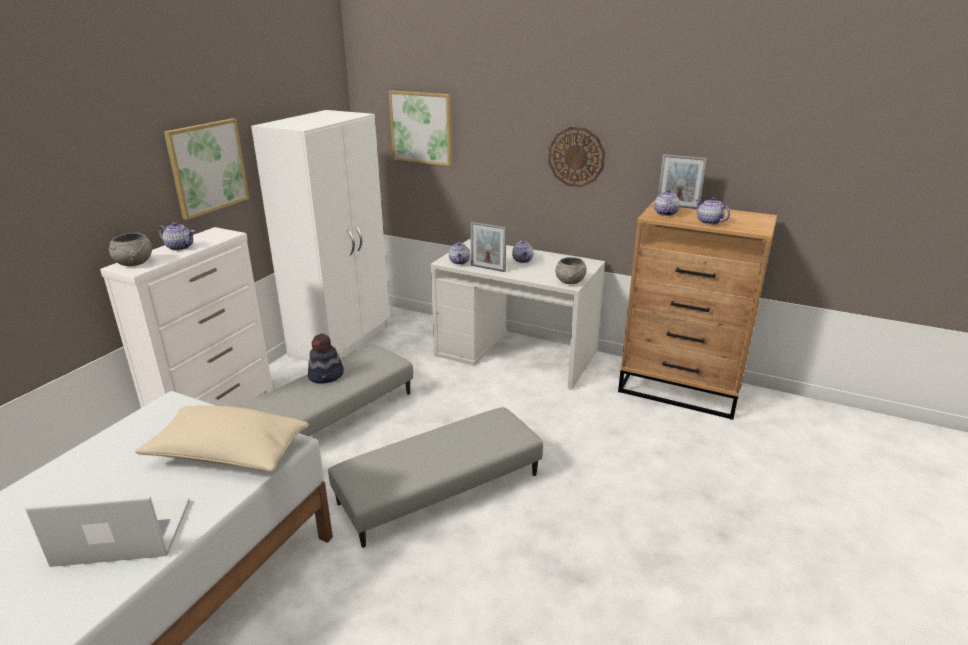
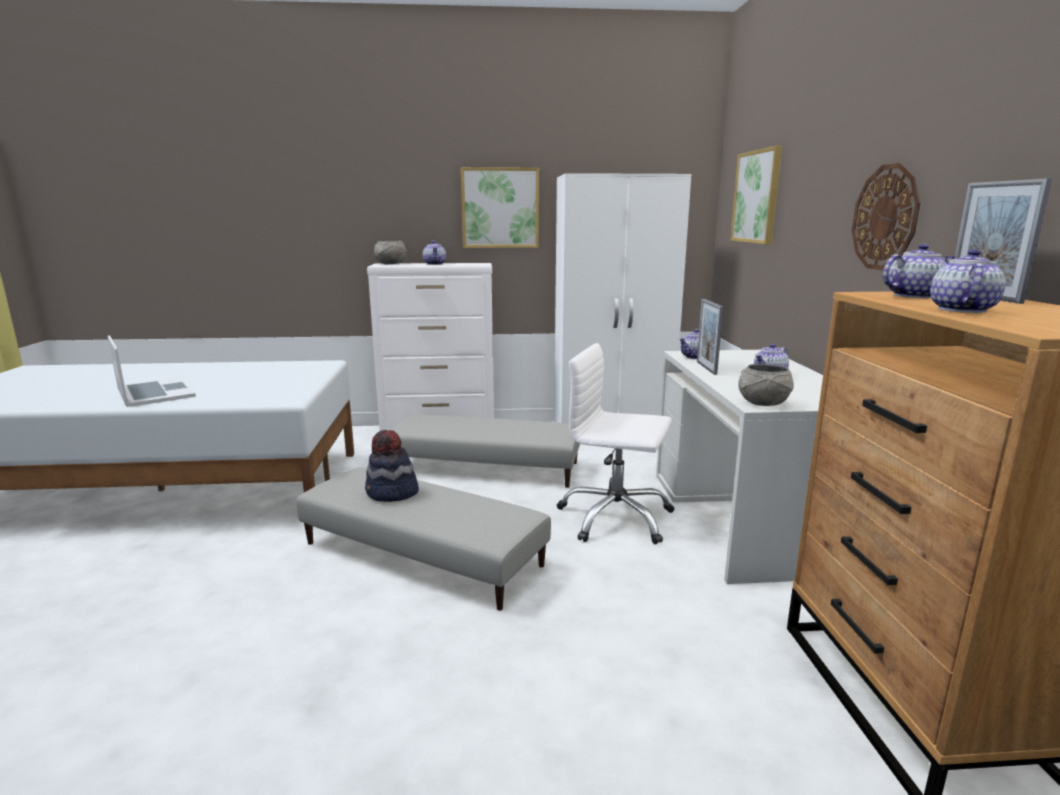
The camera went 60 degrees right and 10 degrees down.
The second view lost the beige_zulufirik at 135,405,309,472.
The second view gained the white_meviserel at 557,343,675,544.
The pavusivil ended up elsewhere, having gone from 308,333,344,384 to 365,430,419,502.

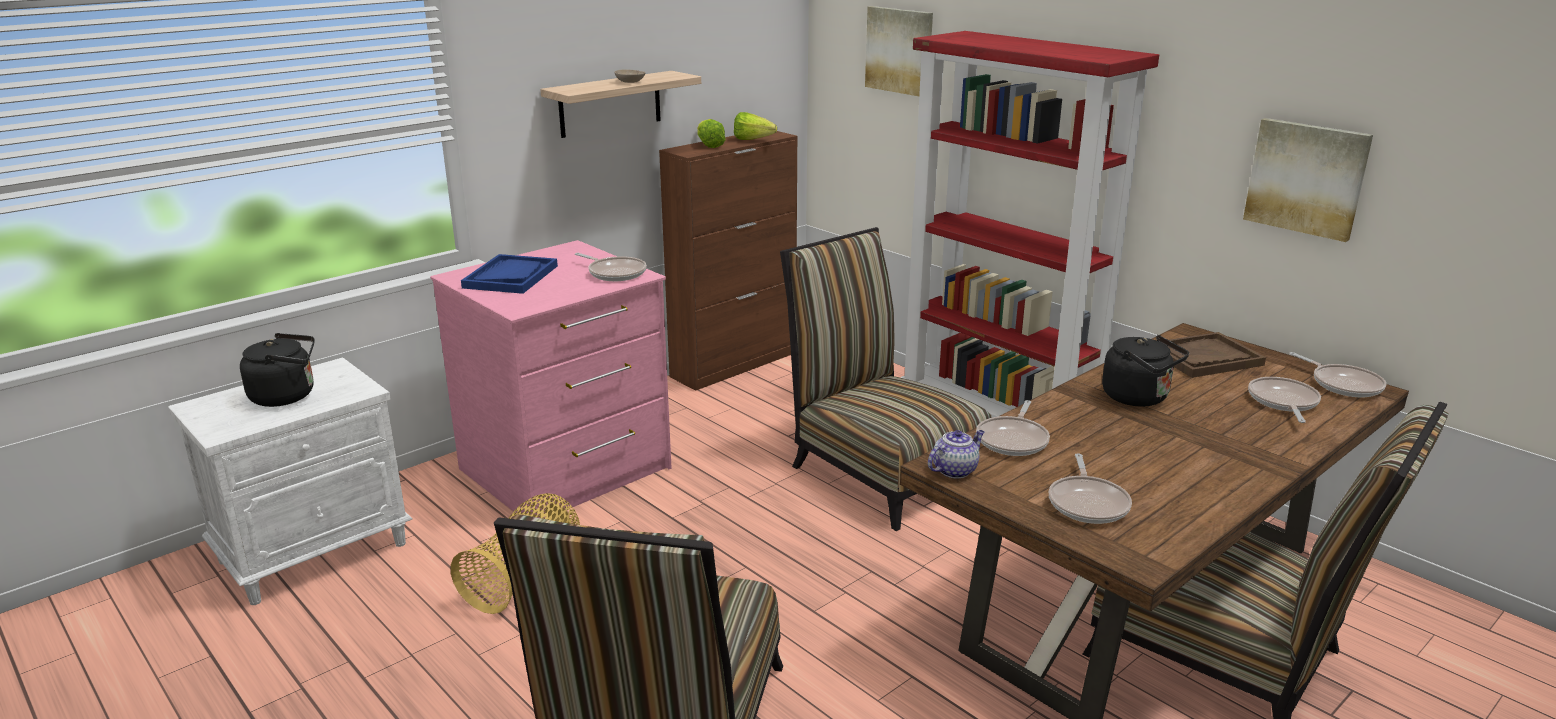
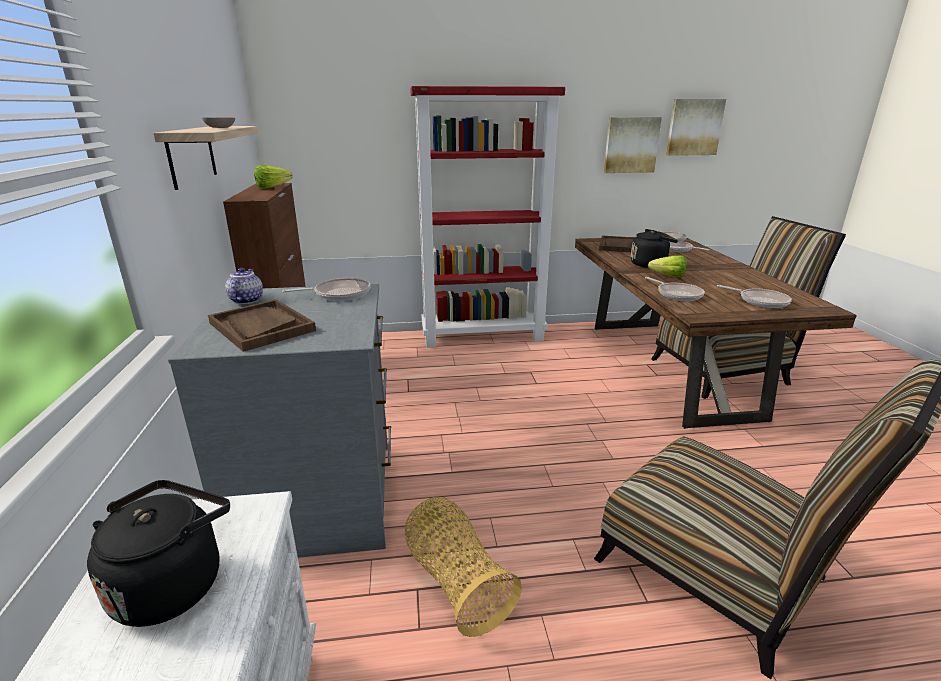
The camera went 55 degrees left and 0 degrees up.
The second view lost the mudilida at 780,227,992,531.
The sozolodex ended up elsewhere, having gone from 697,119,726,148 to 648,255,687,278.
The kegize ended up elsewhere, having gone from 865,6,933,96 to 666,99,726,156.
The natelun ended up elsewhere, having gone from 928,430,984,478 to 225,268,263,304.
What was the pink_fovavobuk at 430,240,671,518 turned into the grey_fovavobuk at 168,284,391,558.
What was the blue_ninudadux at 461,254,558,294 turned into the brown_ninudadux at 208,299,316,352.

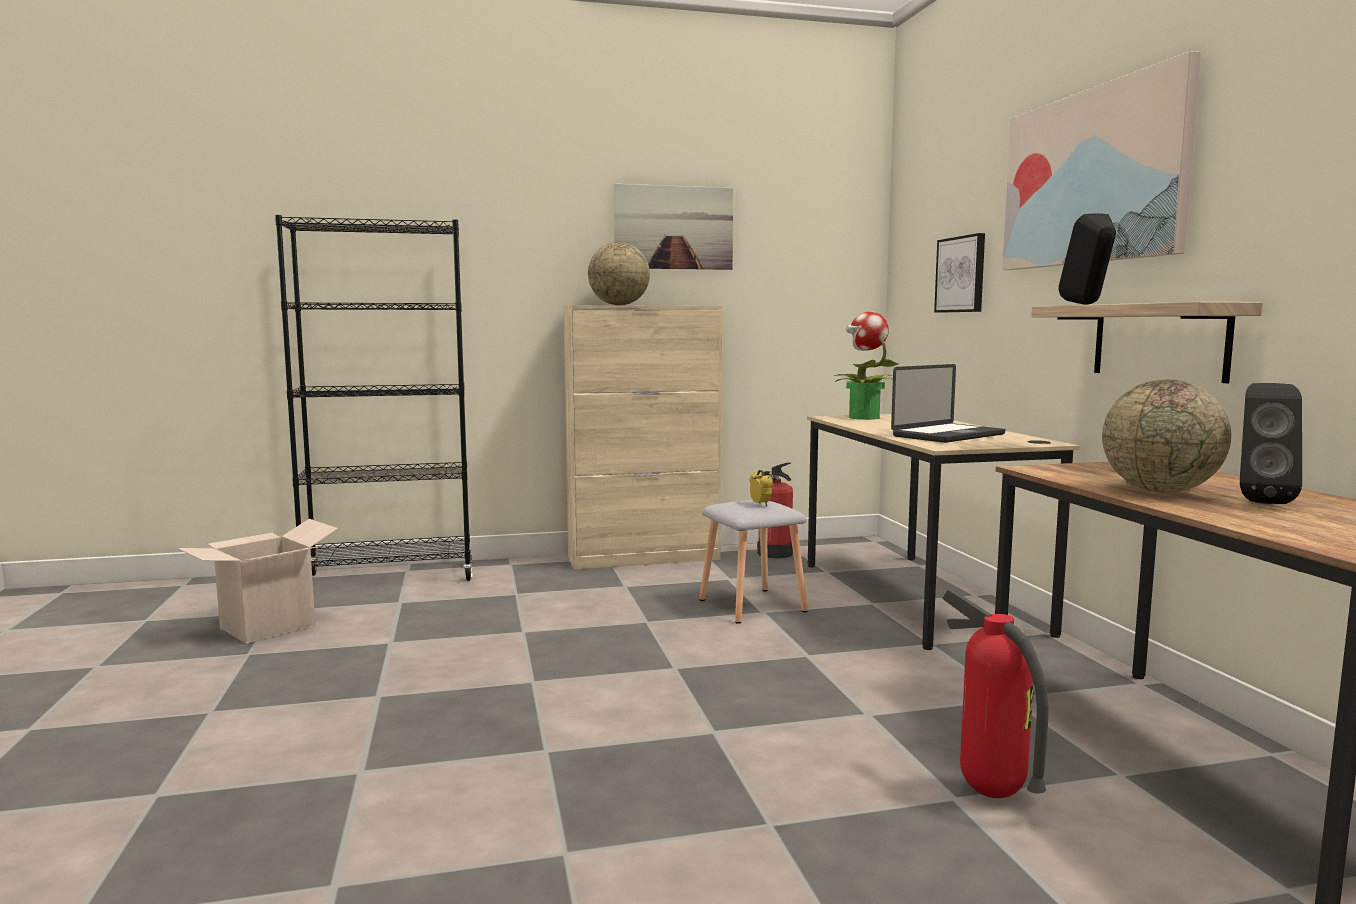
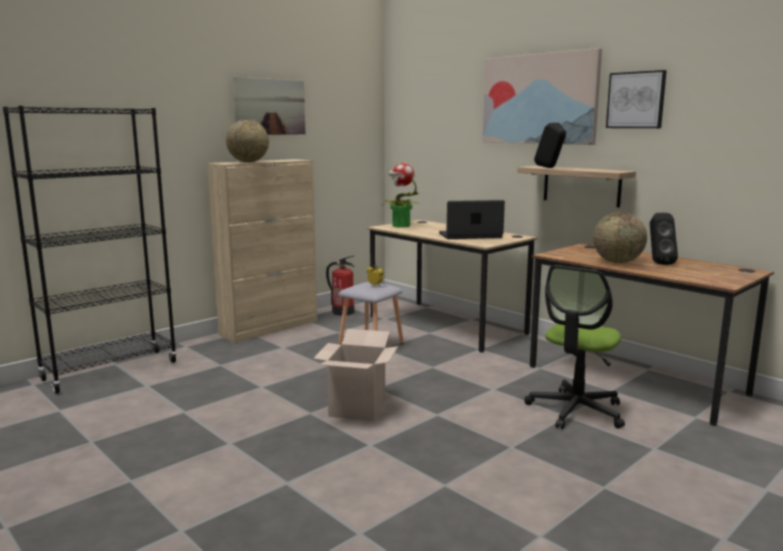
The camera went 30 degrees left and 5 degrees up.
The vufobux ended up elsewhere, having gone from 177,519,338,644 to 313,329,398,421.
The kegize ended up elsewhere, having gone from 934,233,985,313 to 606,70,667,128.
Where the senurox stood at 942,589,1049,798, the meviserel came to stand at 524,265,625,429.
The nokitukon at 891,364,1005,443 ended up facing another way, 120 degrees counterclockwise from before.

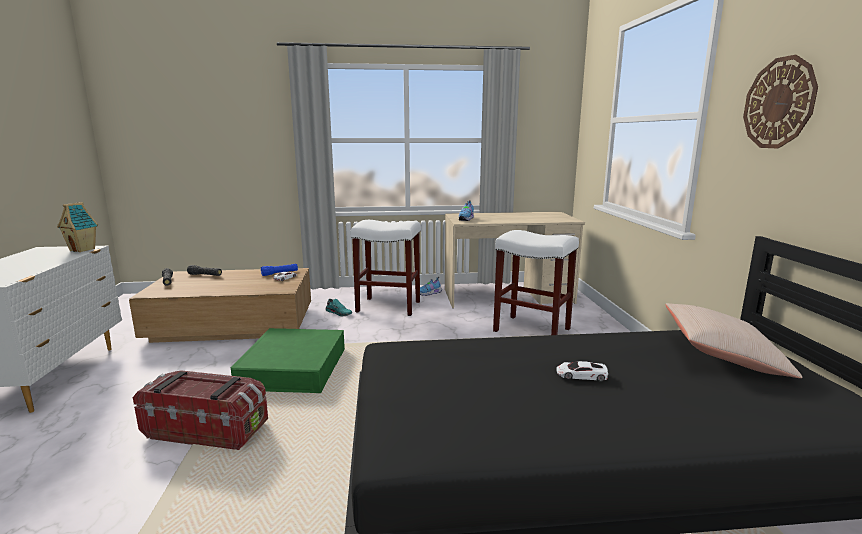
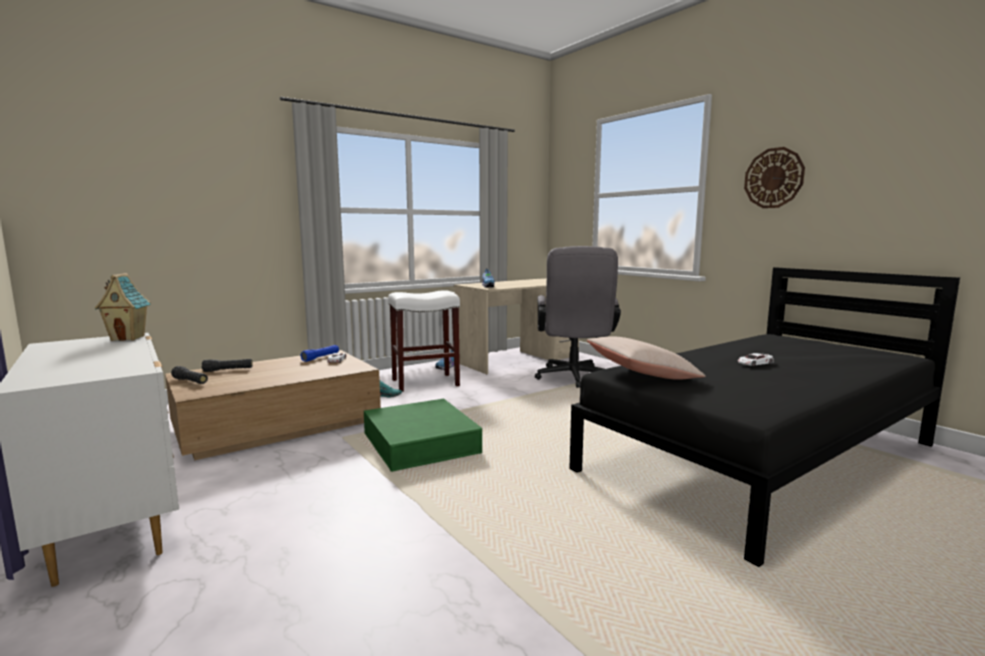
The camera went 30 degrees left and 5 degrees down.
The second view lost the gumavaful at 133,370,268,450.
The beige_zulufirik ended up elsewhere, having gone from 665,303,802,378 to 587,336,705,380.
Where the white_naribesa stood at 493,230,579,335, the grey_meviserel came to stand at 535,246,621,388.

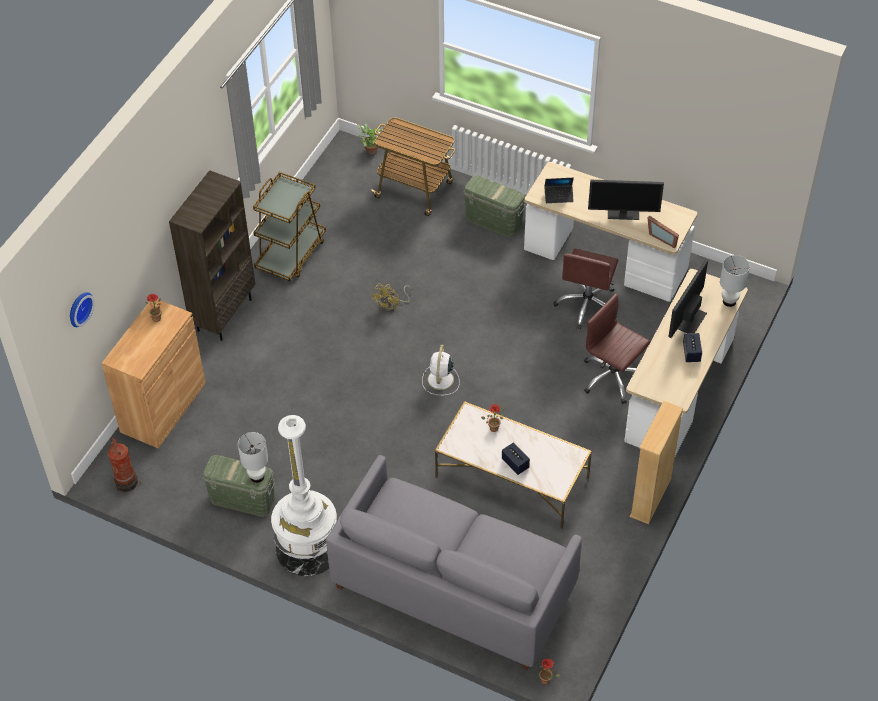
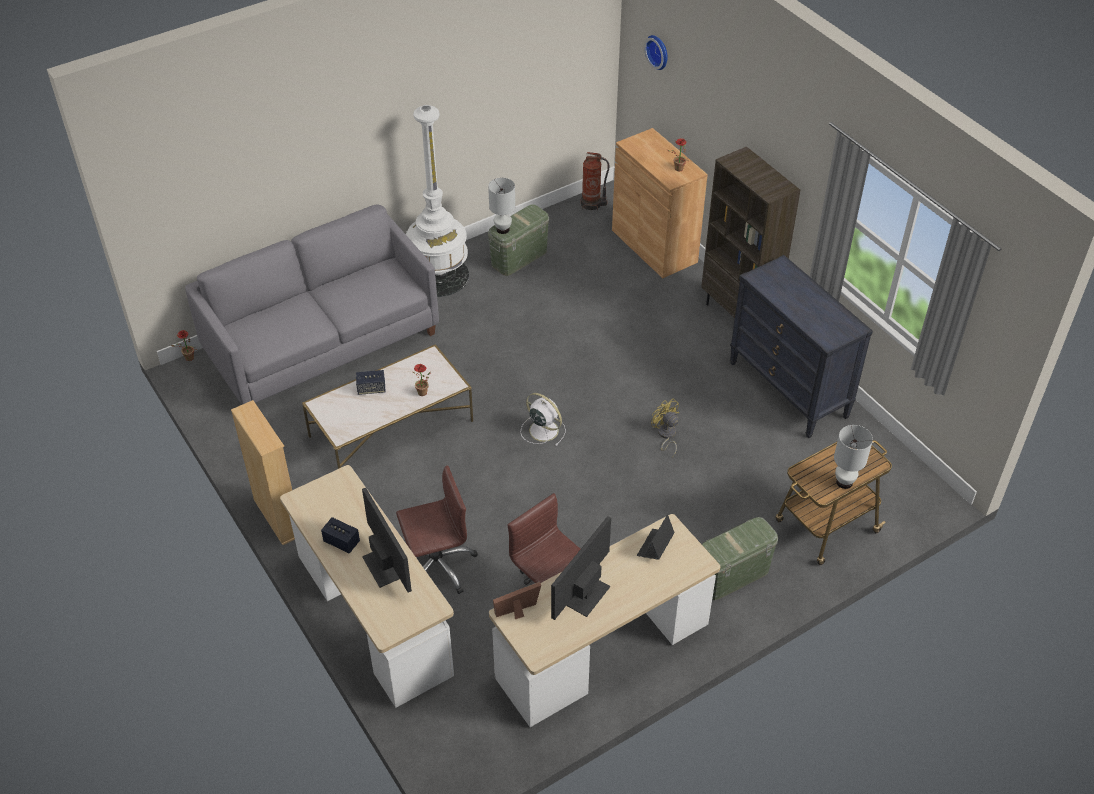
The camera went 120 degrees right and 5 degrees down.
The second view lost the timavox at 358,124,382,155.
The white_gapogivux ended up elsewhere, having gone from 720,255,750,307 to 834,425,873,489.
Where the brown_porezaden stood at 253,172,326,281, the black_fovavobuk came to stand at 730,255,873,438.

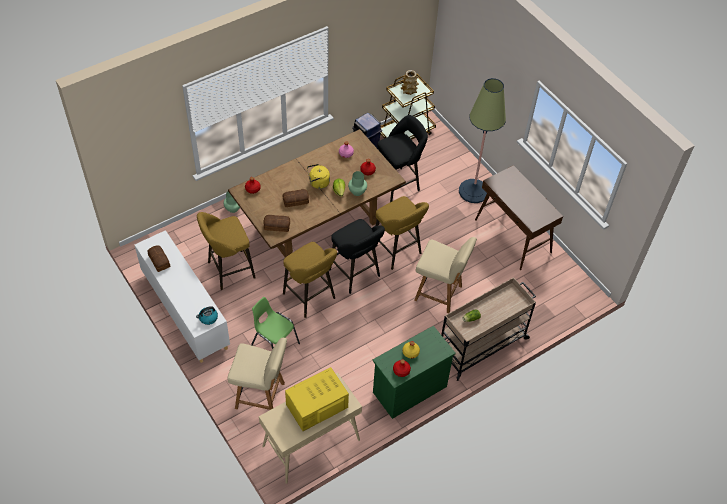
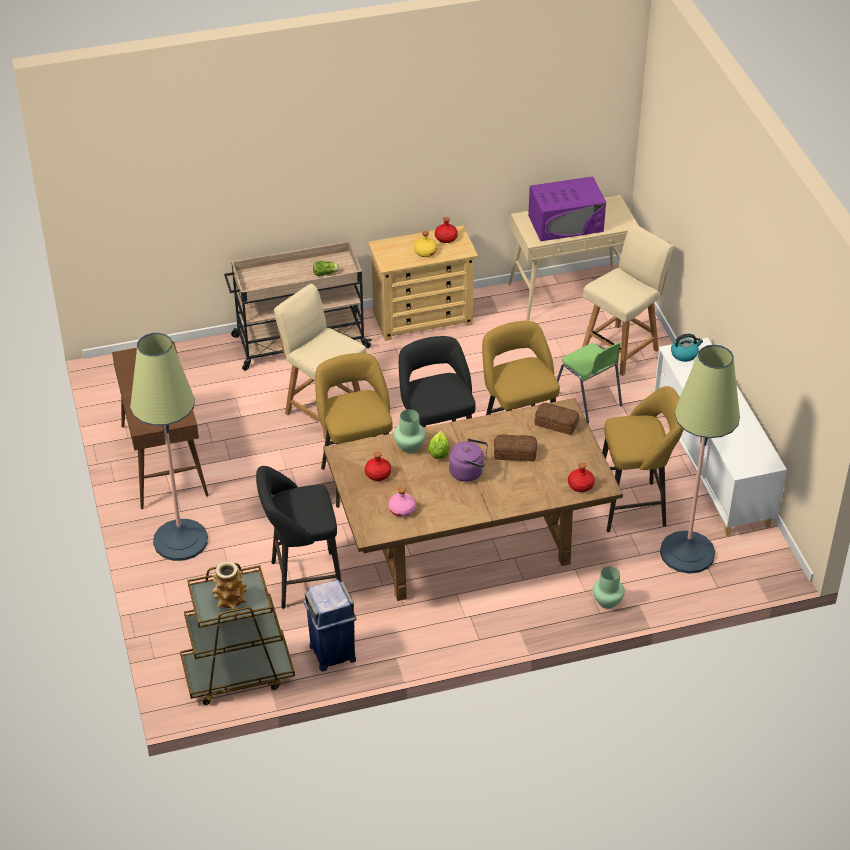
The camera went 160 degrees left and 10 degrees down.
The second view lost the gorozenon at 147,245,170,272.
The second view gained the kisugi at 660,345,740,574.
What was the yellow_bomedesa at 285,367,349,431 turned into the purple_bomedesa at 528,176,606,241.
What was the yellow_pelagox at 307,164,330,189 turned into the purple_pelagox at 449,438,488,482.
What was the green_fovavobuk at 372,326,456,419 turned into the beige_fovavobuk at 368,226,478,341.
The beige_mudilida at 228,338,287,410 ended up facing another way, 105 degrees clockwise from before.

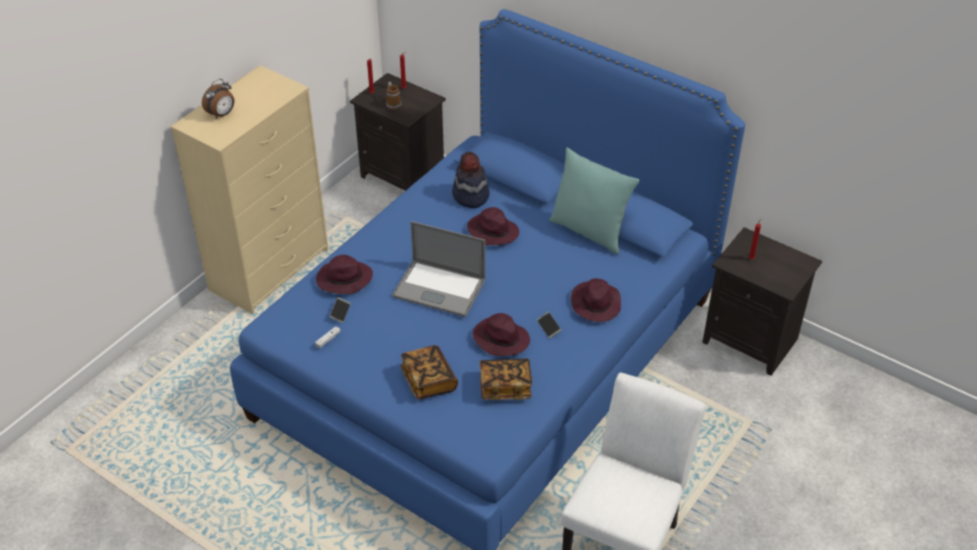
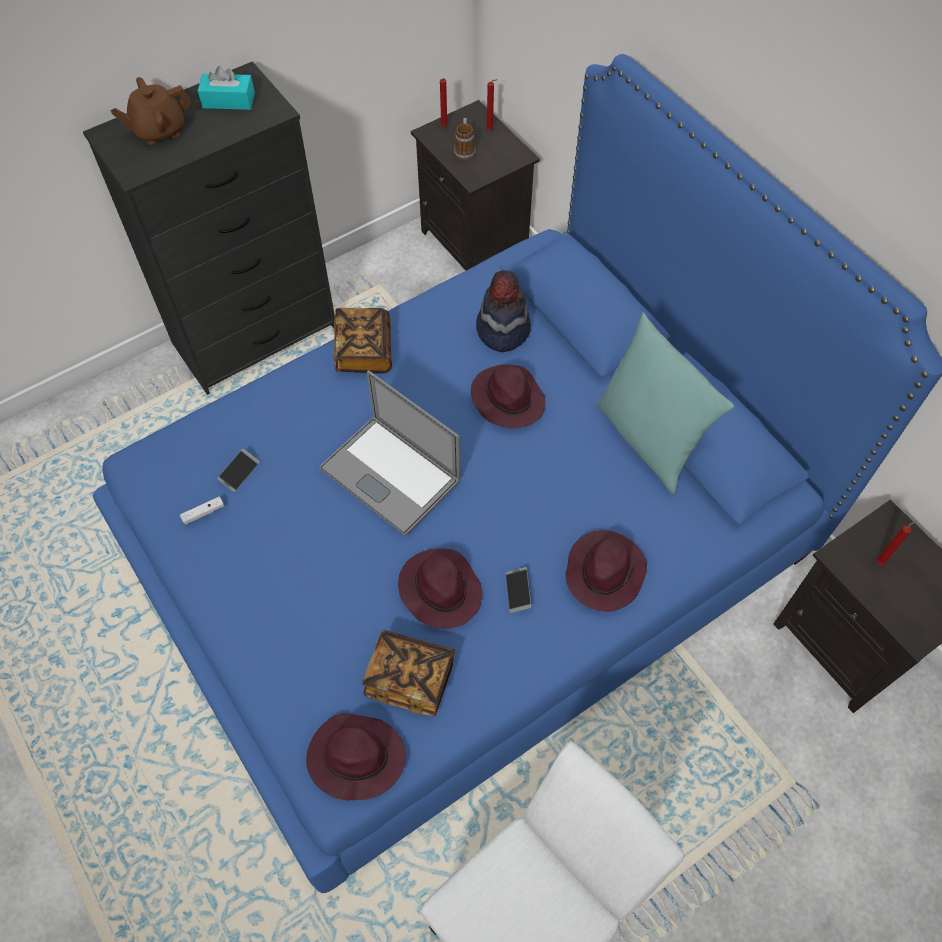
The camera went 20 degrees right and 15 degrees up.
The second view gained the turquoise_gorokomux at 198,66,255,110.
The purple_pavusivil ended up elsewhere, having gone from 316,255,373,294 to 306,713,406,800.
The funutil ended up elsewhere, having gone from 400,345,458,399 to 334,308,392,374.
Where the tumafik stood at 202,79,235,118, the brown_natelun came to stand at 110,77,191,145.
What was the beige_fovavobuk at 170,65,328,314 turned into the black_fovavobuk at 83,61,335,395.

